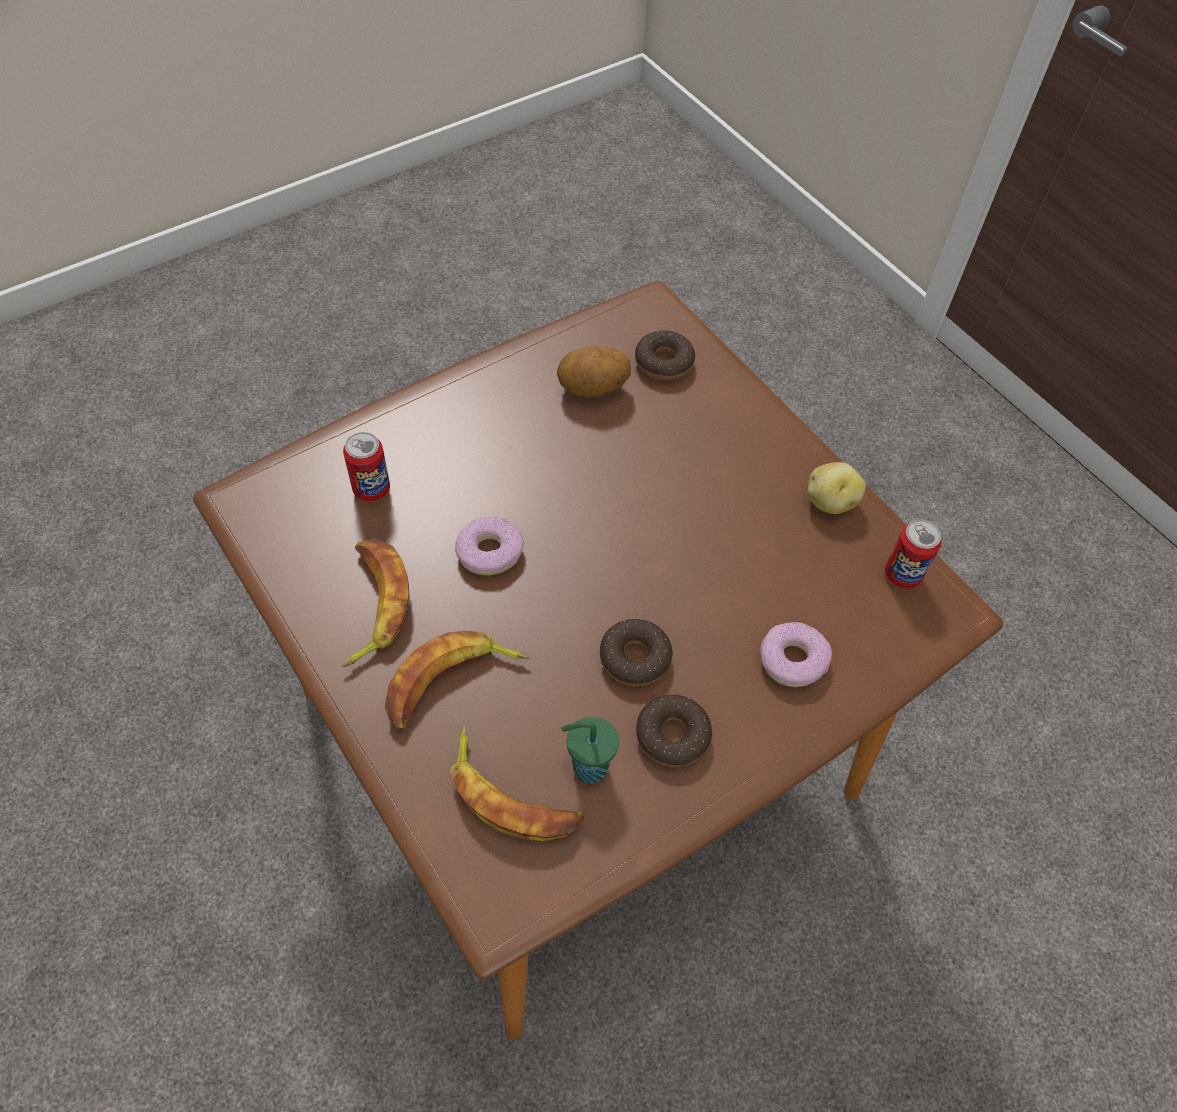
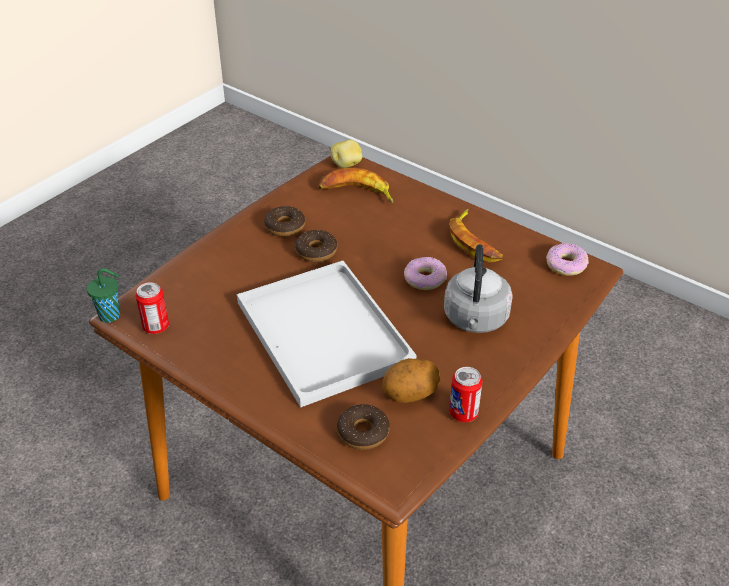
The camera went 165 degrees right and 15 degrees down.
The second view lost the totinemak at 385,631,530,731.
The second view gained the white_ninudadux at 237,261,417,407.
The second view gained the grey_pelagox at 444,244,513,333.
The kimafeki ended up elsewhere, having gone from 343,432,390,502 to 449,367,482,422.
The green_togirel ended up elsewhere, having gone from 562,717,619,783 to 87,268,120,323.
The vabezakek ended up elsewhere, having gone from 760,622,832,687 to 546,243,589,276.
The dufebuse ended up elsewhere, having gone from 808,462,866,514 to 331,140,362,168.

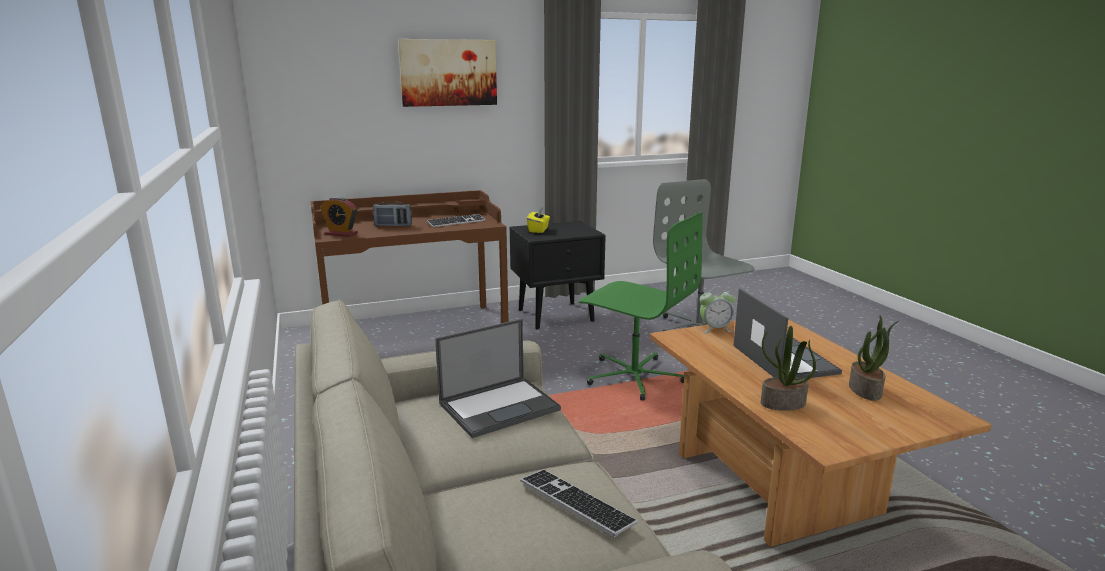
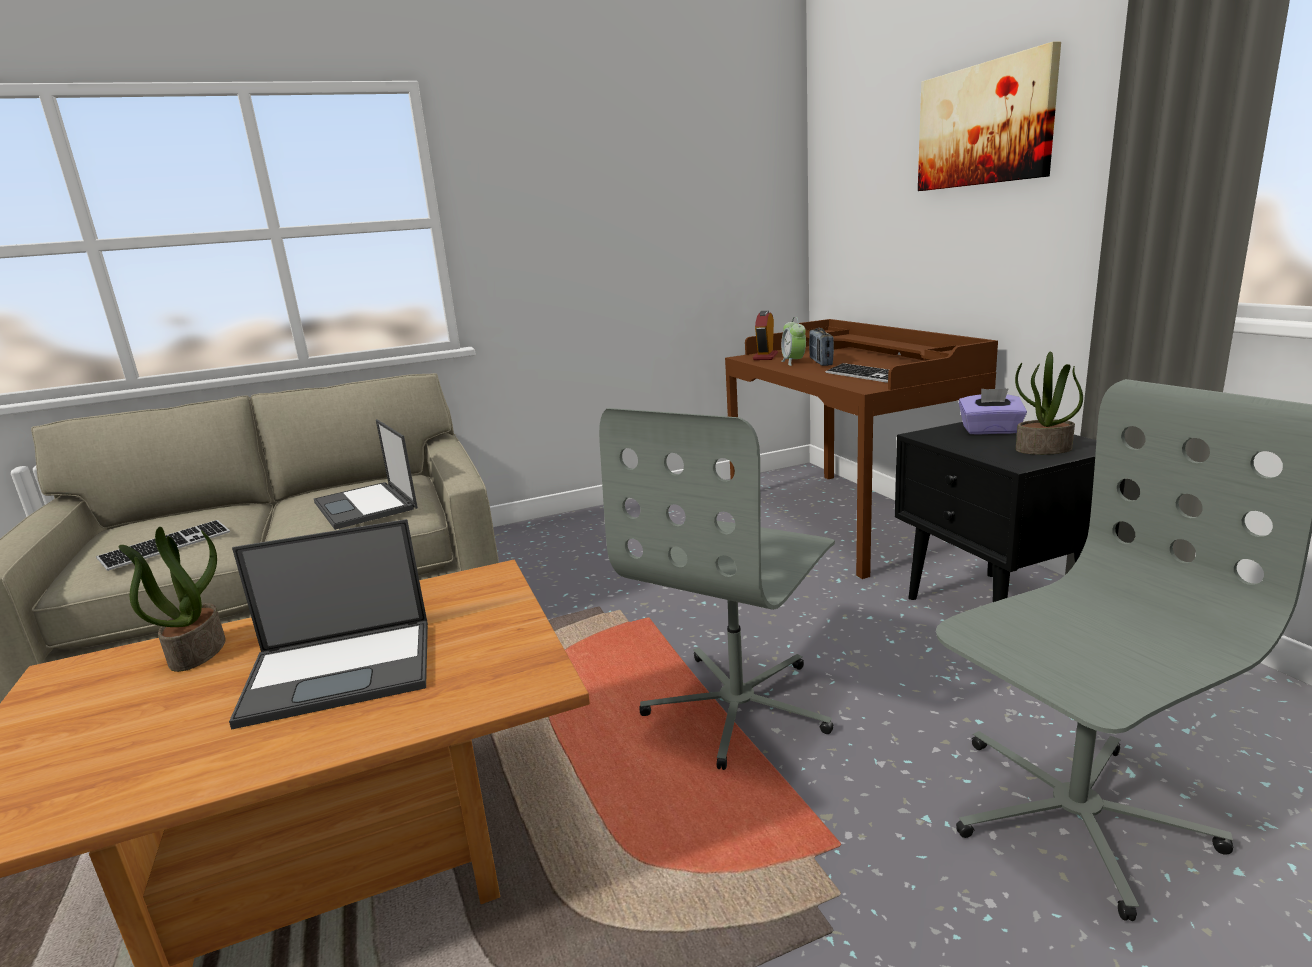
The camera went 90 degrees right and 0 degrees up.
The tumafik ended up elsewhere, having gone from 700,287,735,333 to 781,317,806,366.
The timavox ended up elsewhere, having gone from 849,316,899,401 to 1015,351,1083,455.
What was the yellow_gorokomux at 527,208,550,233 turned into the purple_gorokomux at 959,388,1027,435.
What was the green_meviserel at 578,212,703,400 turned into the grey_meviserel at 599,408,835,770.

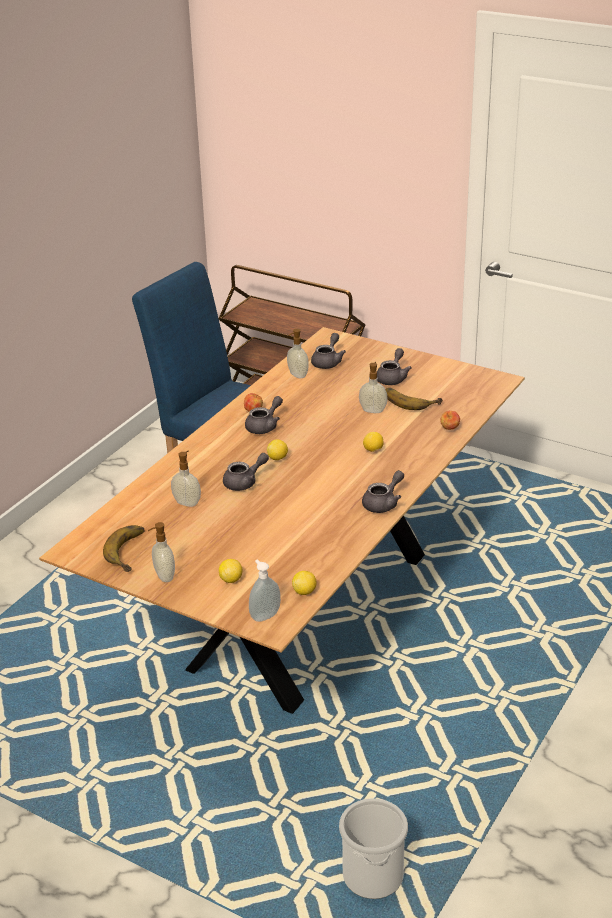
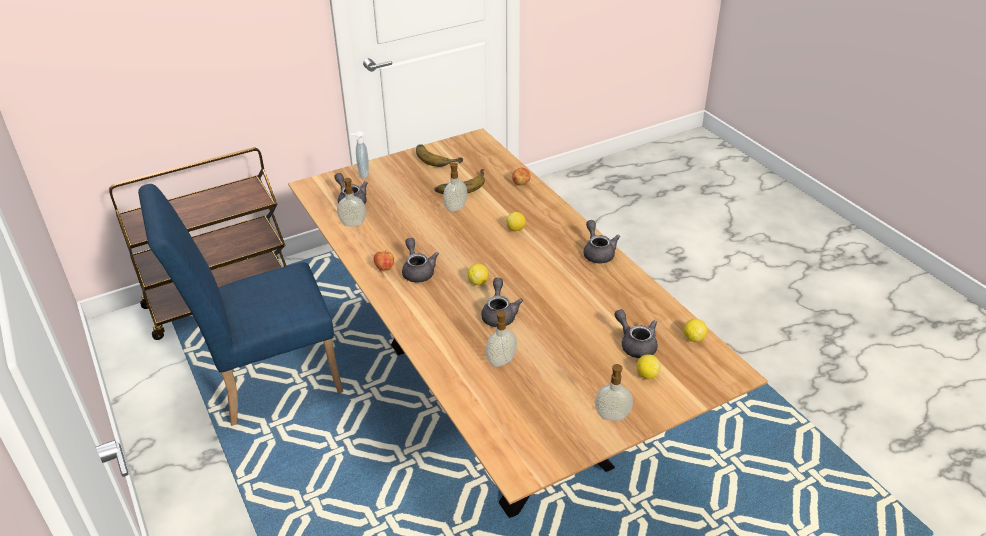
The camera went 60 degrees left and 5 degrees up.
The second view lost the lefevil at 339,798,408,899.
The totinemak ended up elsewhere, having gone from 103,525,145,572 to 416,144,463,167.
The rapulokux ended up elsewhere, having gone from 249,559,281,622 to 350,131,369,178.
The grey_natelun ended up elsewhere, having gone from 377,348,412,385 to 614,309,658,358.

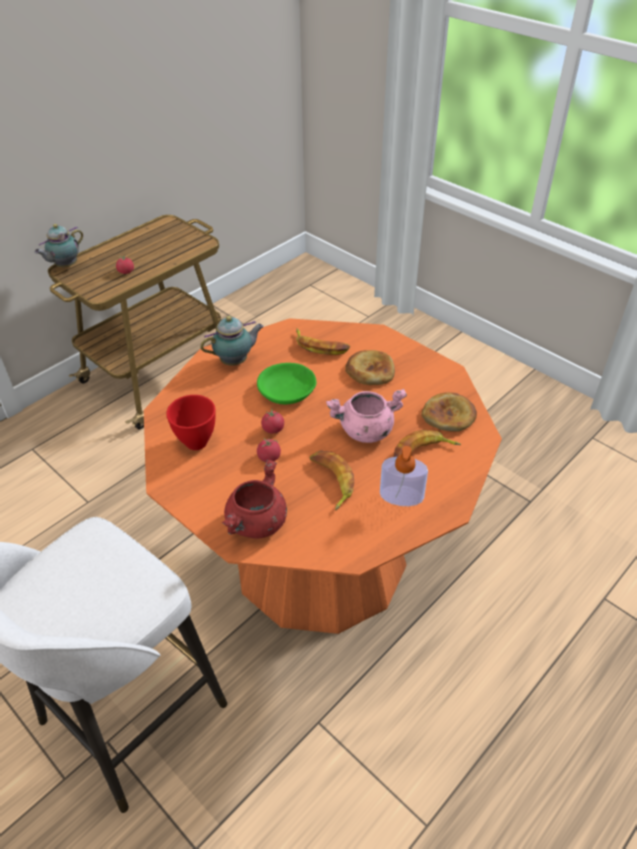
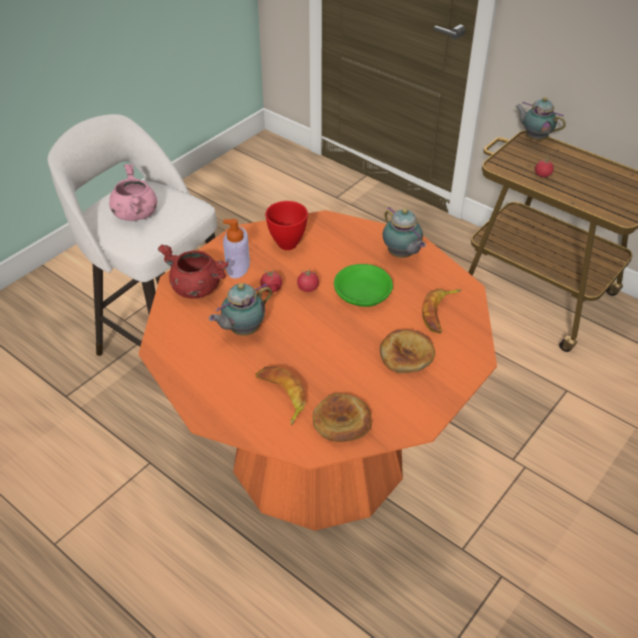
The camera went 85 degrees right and 0 degrees up.
The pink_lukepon ended up elsewhere, having gone from 326,389,407,443 to 109,164,157,221.
The rapulokux ended up elsewhere, having gone from 380,446,428,506 to 223,219,250,279.
Where the totinemak stood at 310,451,354,510, the natelun came to stand at 209,283,272,336.

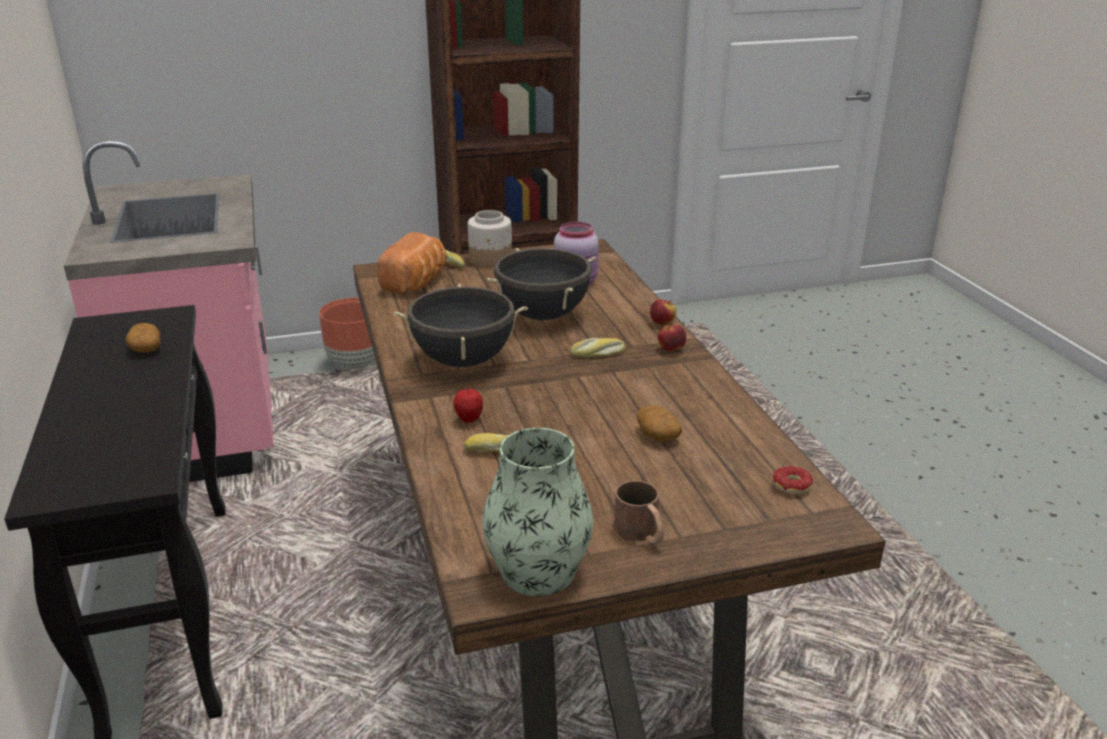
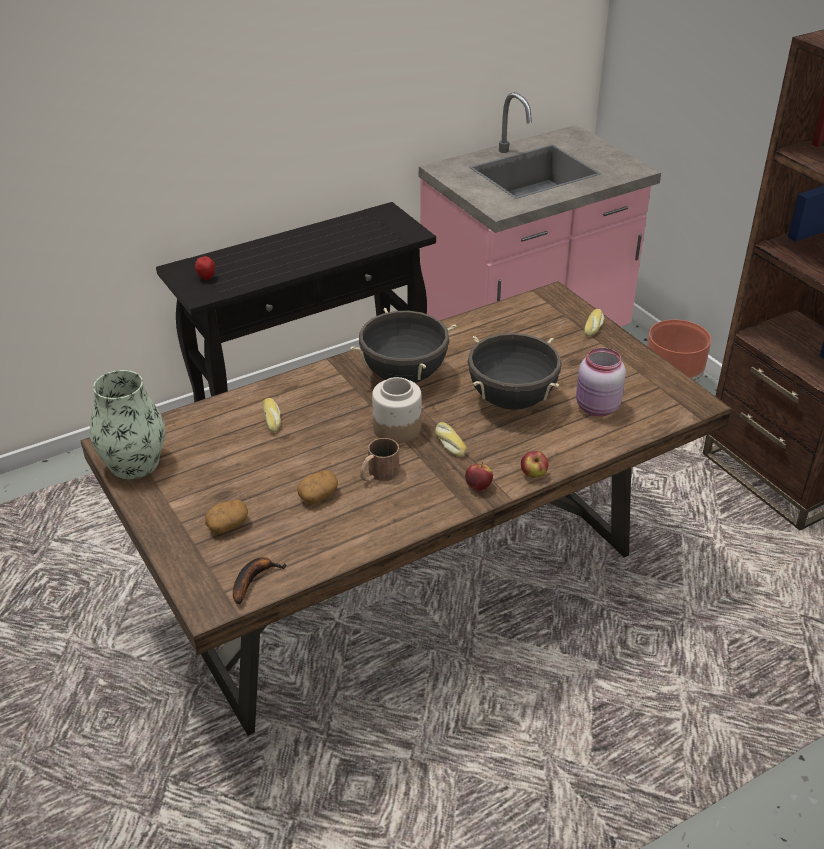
The camera went 75 degrees right and 10 degrees up.
The second view lost the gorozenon at 377,232,447,292.
The dufebuse ended up elsewhere, having gone from 126,323,160,353 to 205,499,248,534.
The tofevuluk ended up elsewhere, having gone from 453,386,483,422 to 195,254,215,280.
The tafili ended up elsewhere, having gone from 468,210,512,267 to 372,377,422,443.
The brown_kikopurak ended up elsewhere, having gone from 614,480,664,544 to 360,438,399,481.
Where the vabezakek stood at 773,466,813,495, the totinemak came to stand at 233,557,286,605.

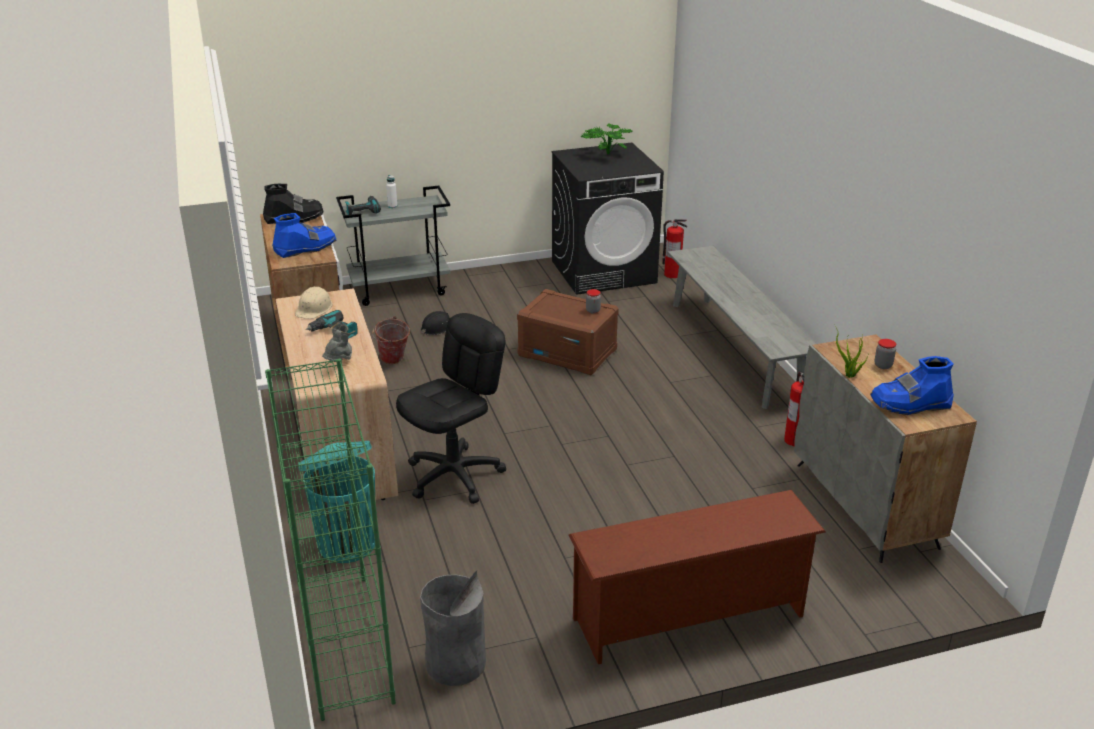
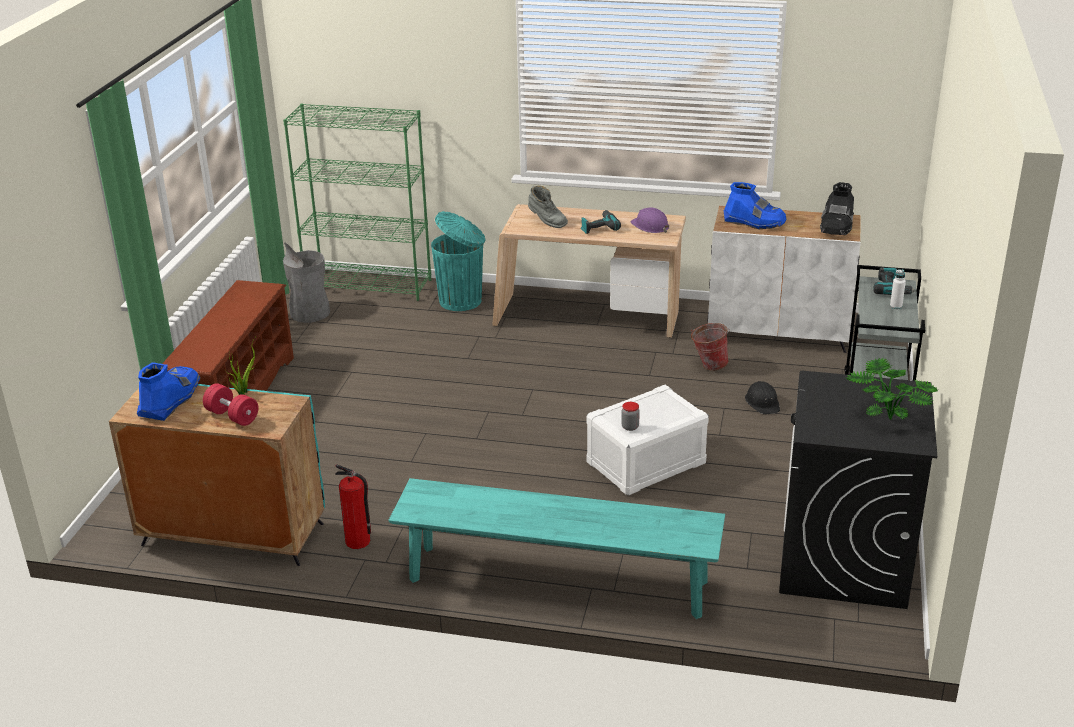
The camera went 120 degrees right and 0 degrees up.
The second view lost the black_meviserel at 396,313,506,504.
The second view lost the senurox at 663,219,687,278.
Where the tafili stood at 874,339,896,369, the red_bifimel came to stand at 203,383,258,426.
What was the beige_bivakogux at 295,287,333,319 turned into the purple_bivakogux at 630,207,670,233.
What was the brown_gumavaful at 517,289,619,375 turned into the white_gumavaful at 586,385,709,496.
What was the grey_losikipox at 668,245,816,409 turned into the turquoise_losikipox at 388,478,725,619.
What was the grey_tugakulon at 794,335,977,563 turned into the turquoise_tugakulon at 109,384,325,566.
The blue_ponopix at 272,213,337,258 ended up facing another way, 60 degrees counterclockwise from before.

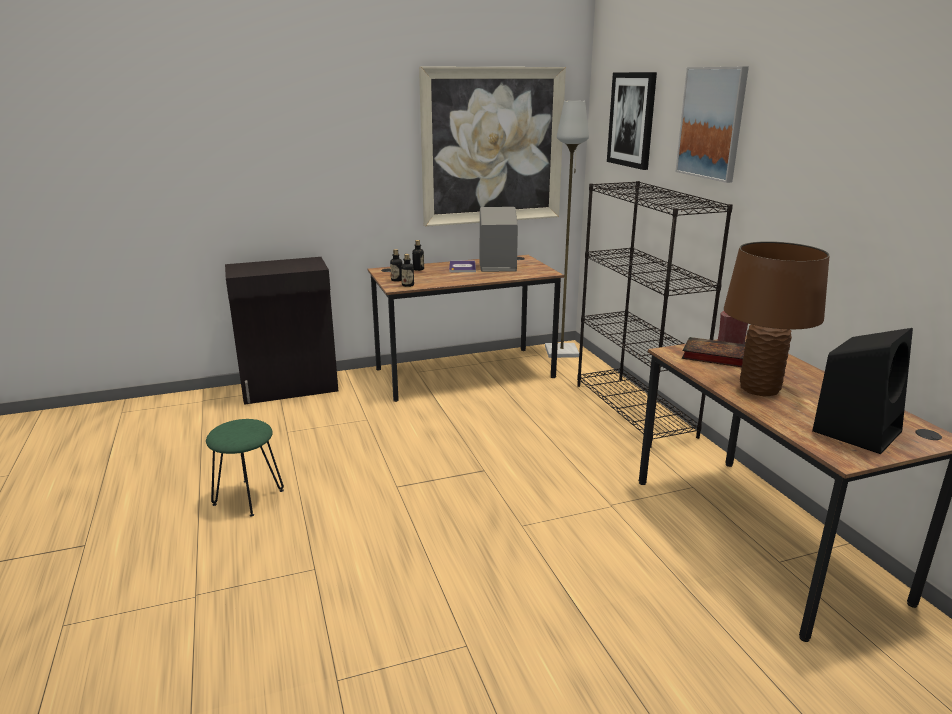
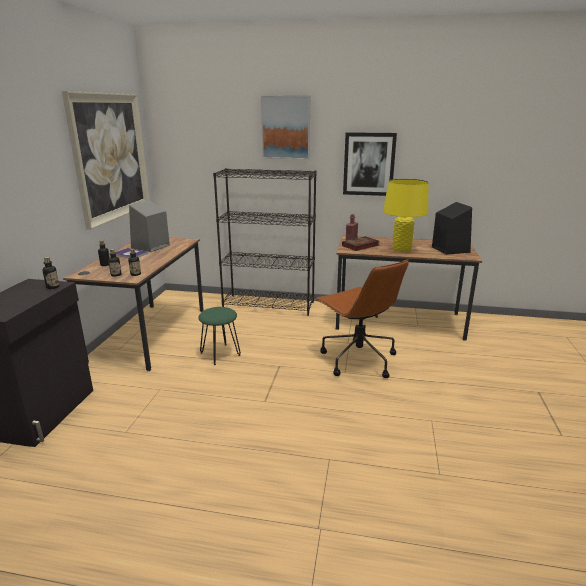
The camera went 60 degrees left and 0 degrees up.
The second view lost the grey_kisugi at 545,101,589,358.
The second view gained the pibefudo at 42,257,60,289.
The second view gained the brown_meviserel at 315,259,409,378.
The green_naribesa ended up elsewhere, having gone from 206,419,284,517 to 198,307,241,365.
The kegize ended up elsewhere, having gone from 607,72,657,170 to 343,132,397,196.
What was the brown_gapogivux at 724,241,830,396 turned into the yellow_gapogivux at 383,179,428,252.

